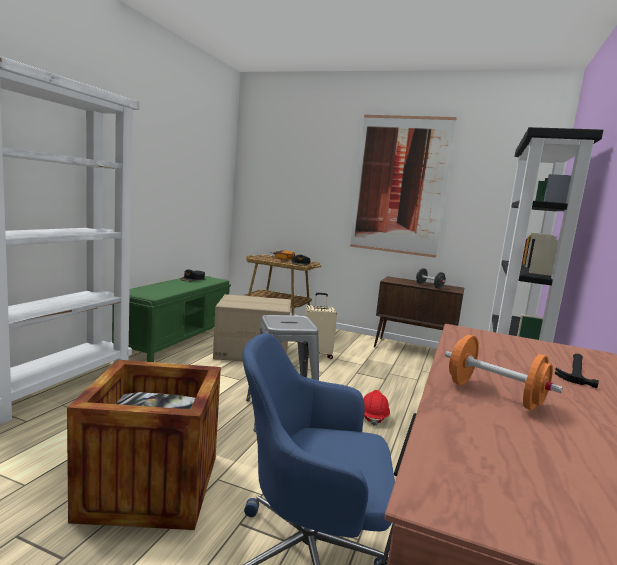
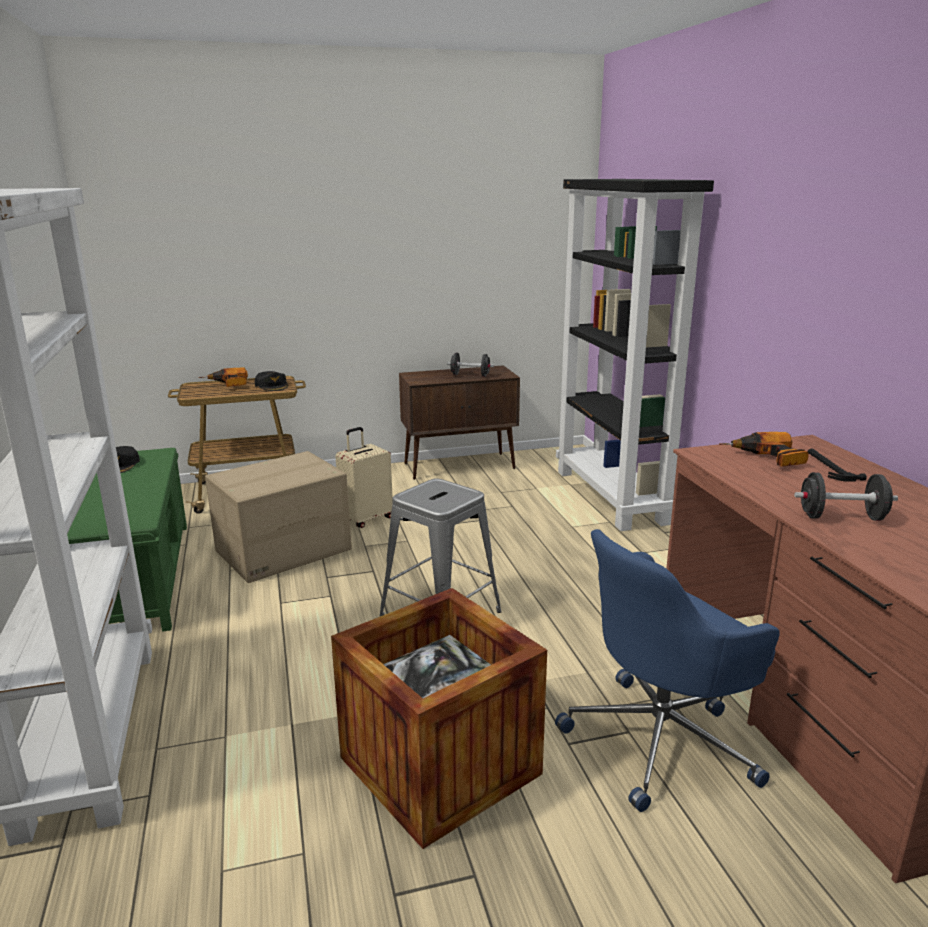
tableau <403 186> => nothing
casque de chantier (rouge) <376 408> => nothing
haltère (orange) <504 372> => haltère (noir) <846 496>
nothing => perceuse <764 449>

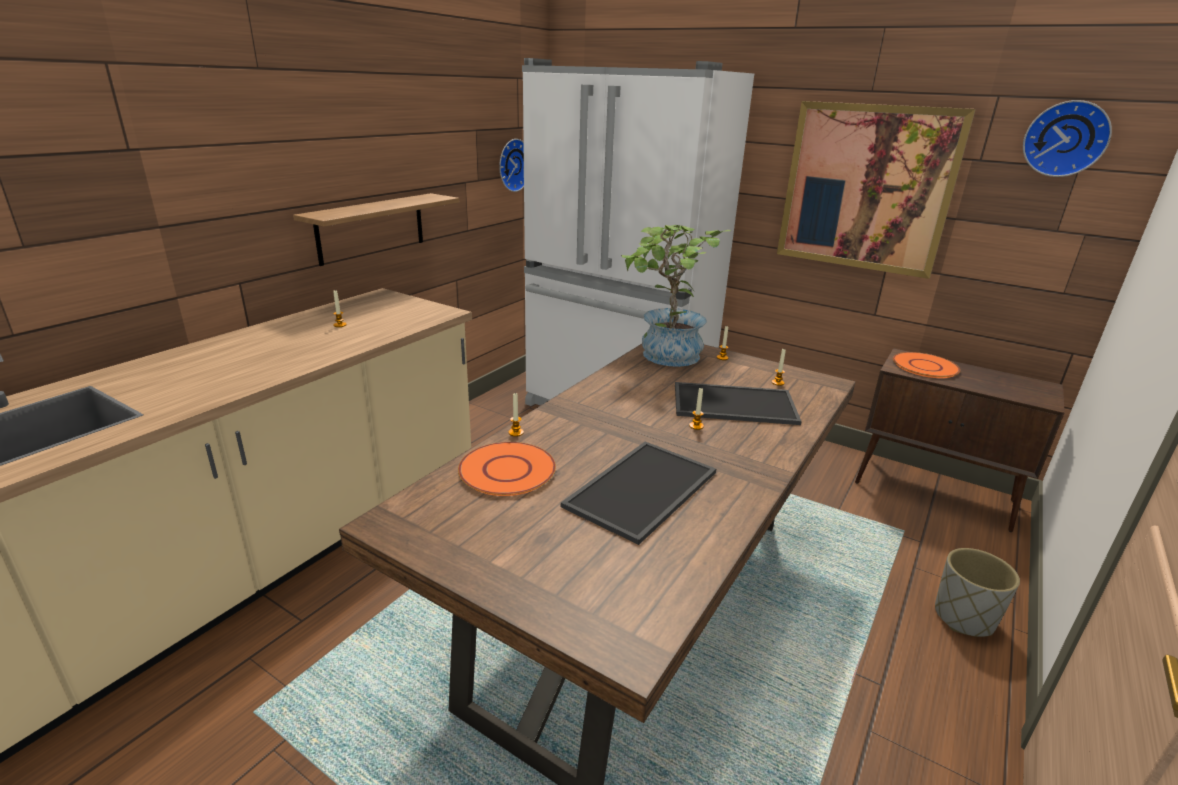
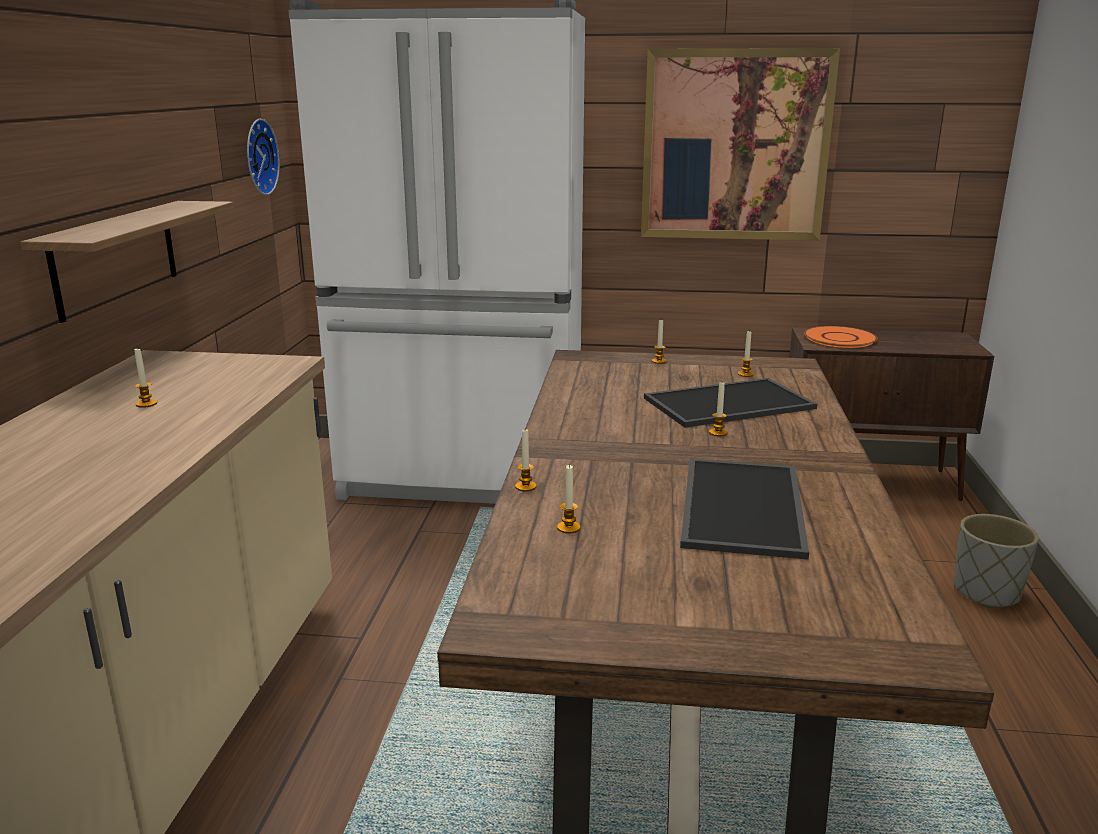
assiette (orange) <507 469> => bougie <569 499>
plante en pot <676 296> => nothing
horloge murale <1067 138> => nothing

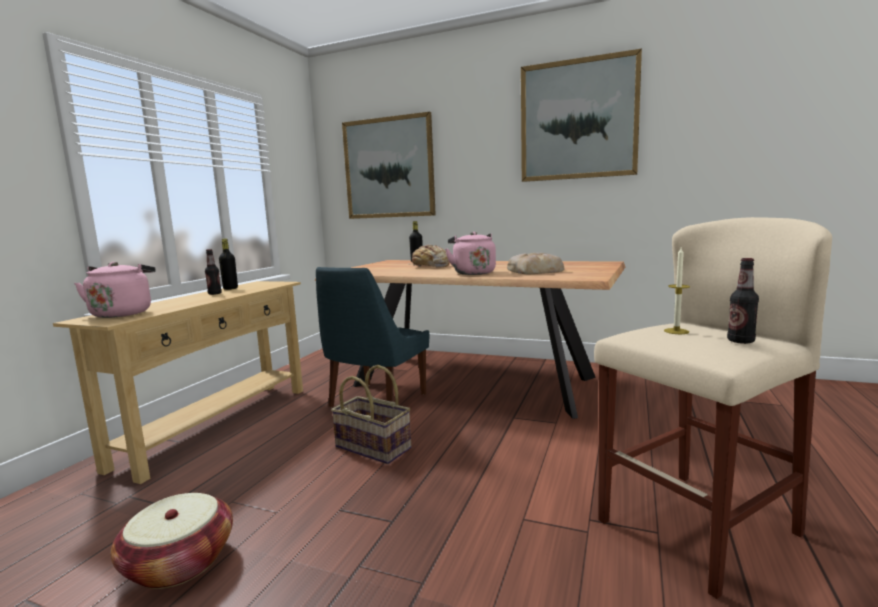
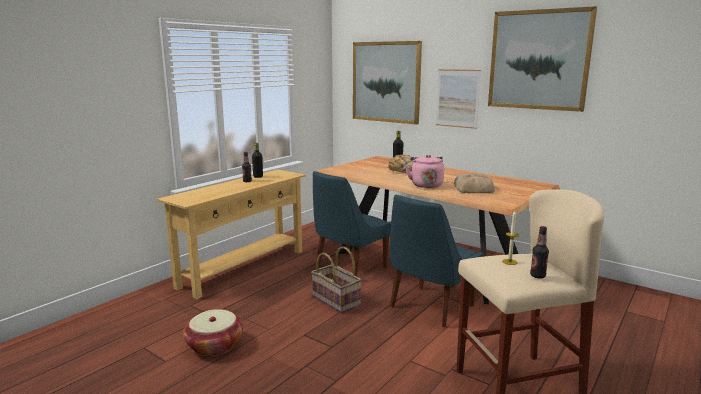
bouilloire (rose) <115 290> => nothing
nothing => chaise (bleu) <437 261>
nothing => tableau <458 99>

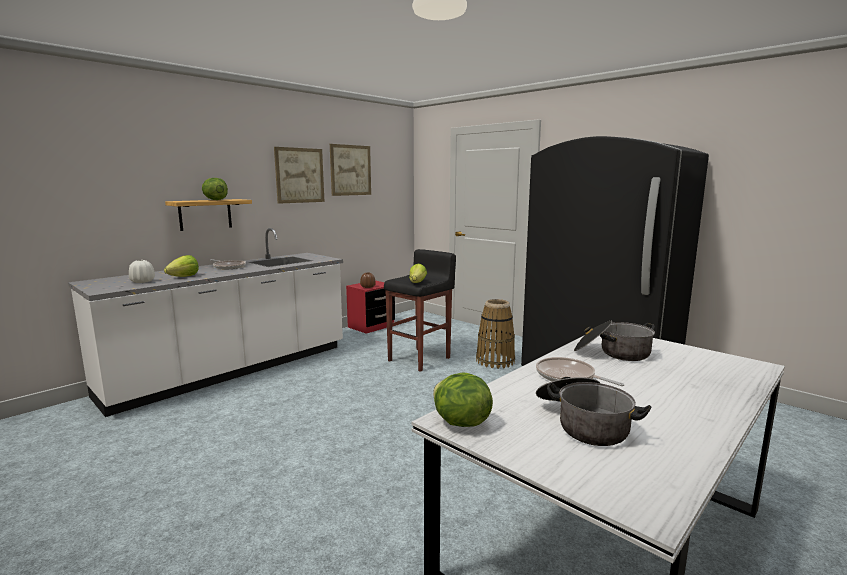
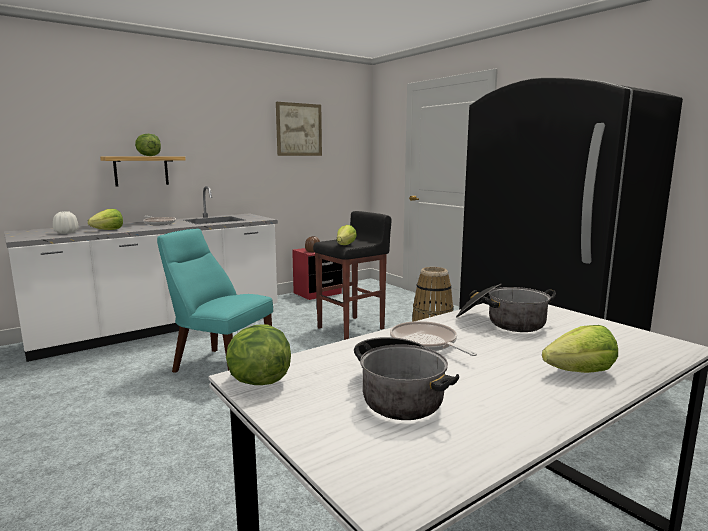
tableau <299 175> => nothing
nothing => chaise (turquoise) <215 301>
nothing => laitue <580 349>

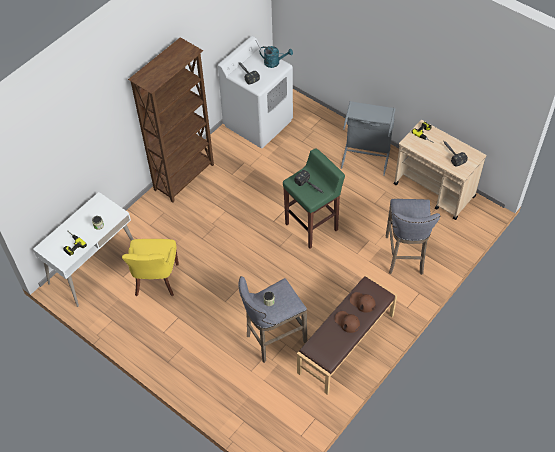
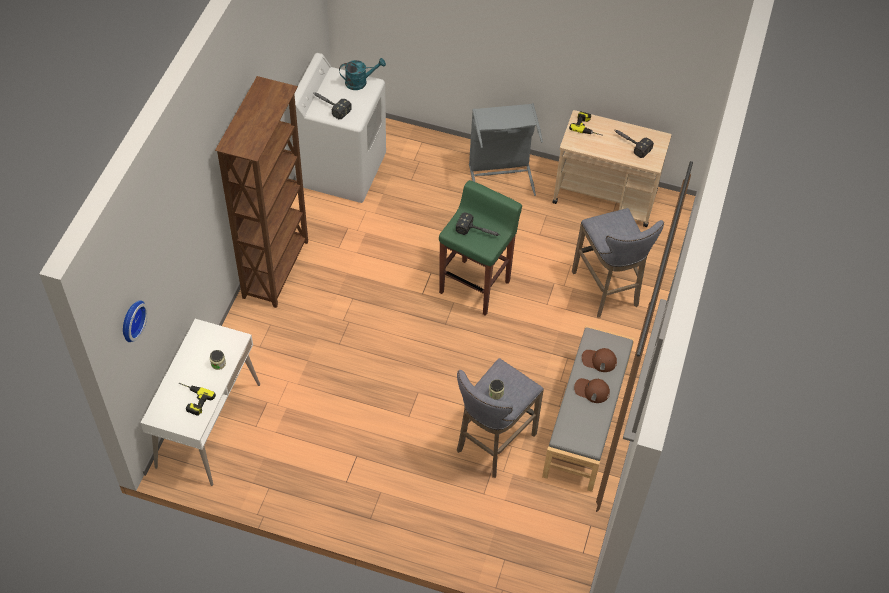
chaise (jaune) <150 267> => nothing
banc (marron) <347 335> => banc (gris) <588 408>
nothing => horloge murale <135 321>

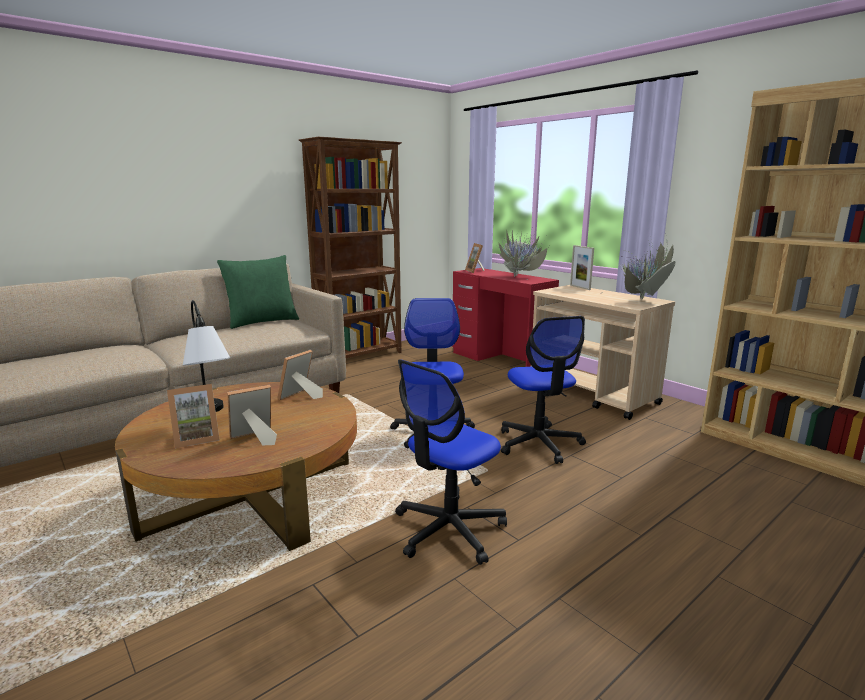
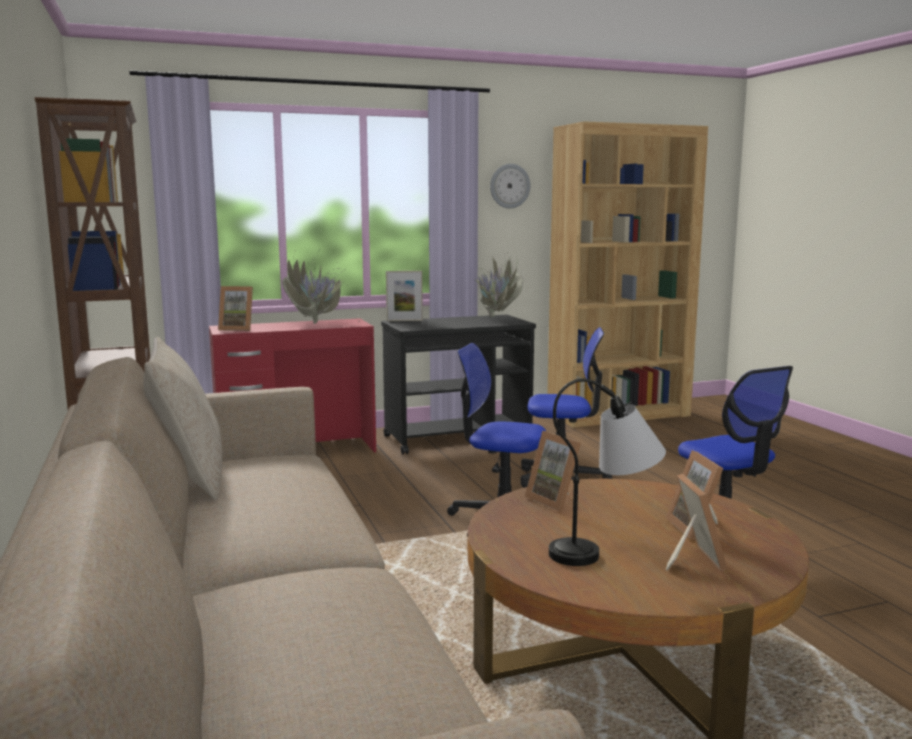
coussin (vert) <258 292> => coussin (beige) <182 418>
chariot (beige) <604 352> => chariot (noir) <458 384>
nothing => horloge murale <510 186>

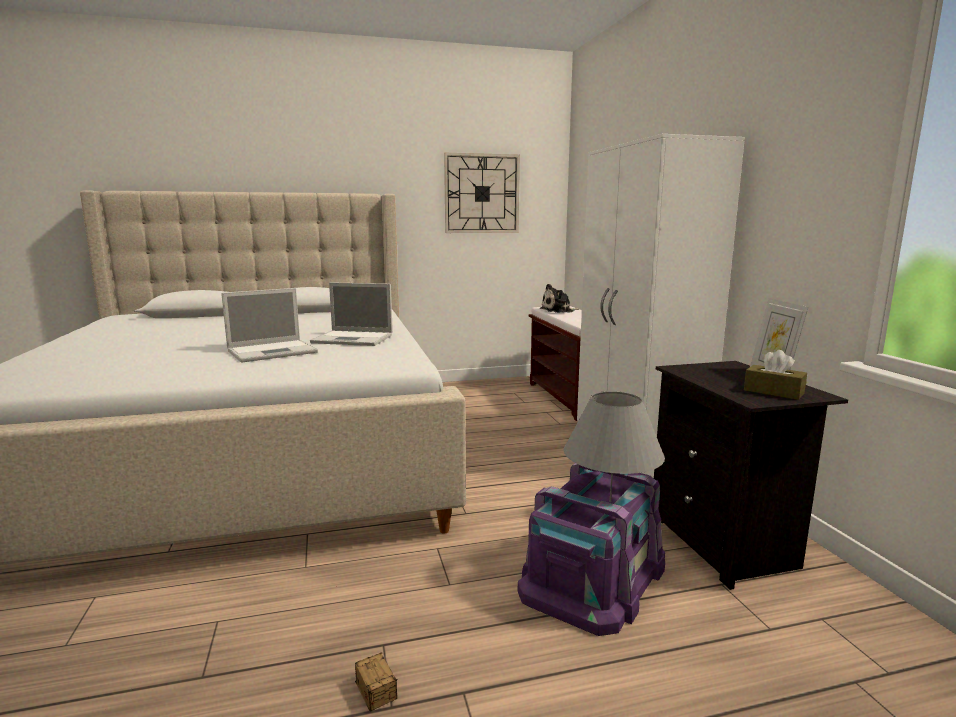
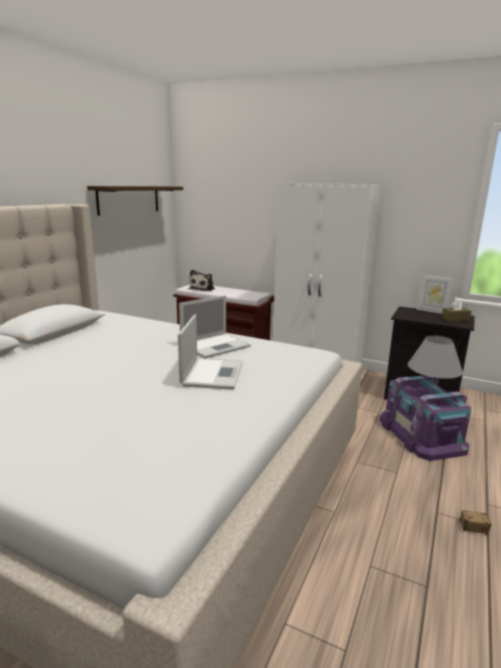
horloge murale <482 193> => étagère <135 201>

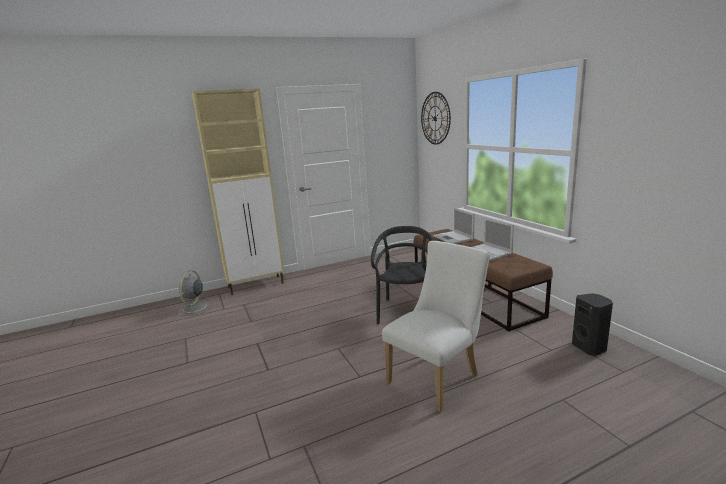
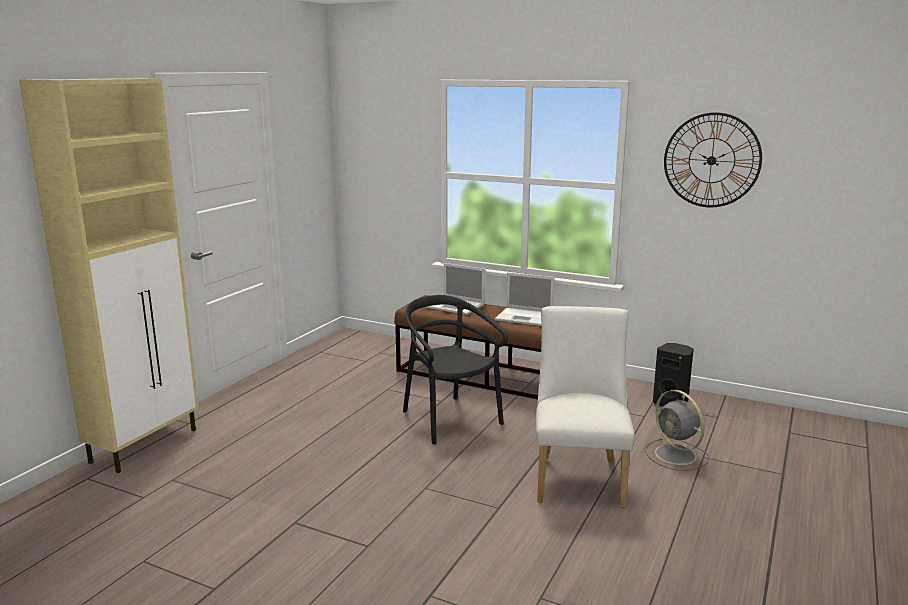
ventilateur (gris) <193 293> => ventilateur (gris) <677 430>, moved
horloge murale <436 118> => horloge murale <713 159>, moved

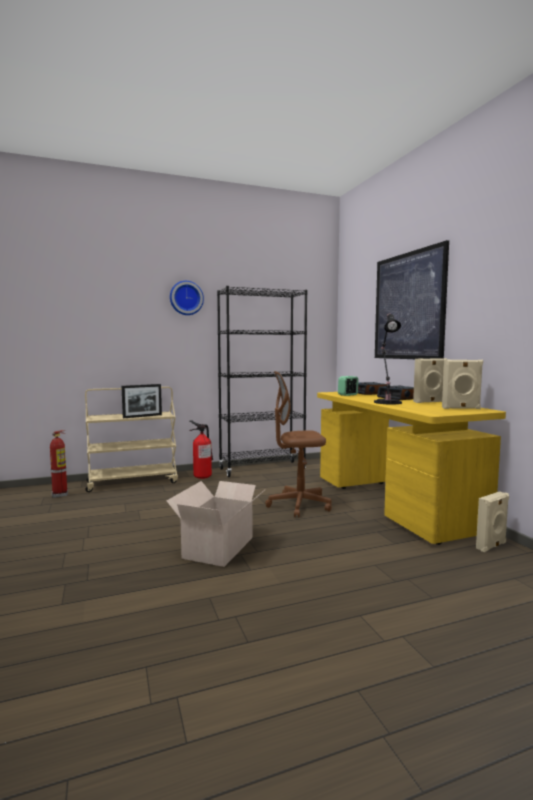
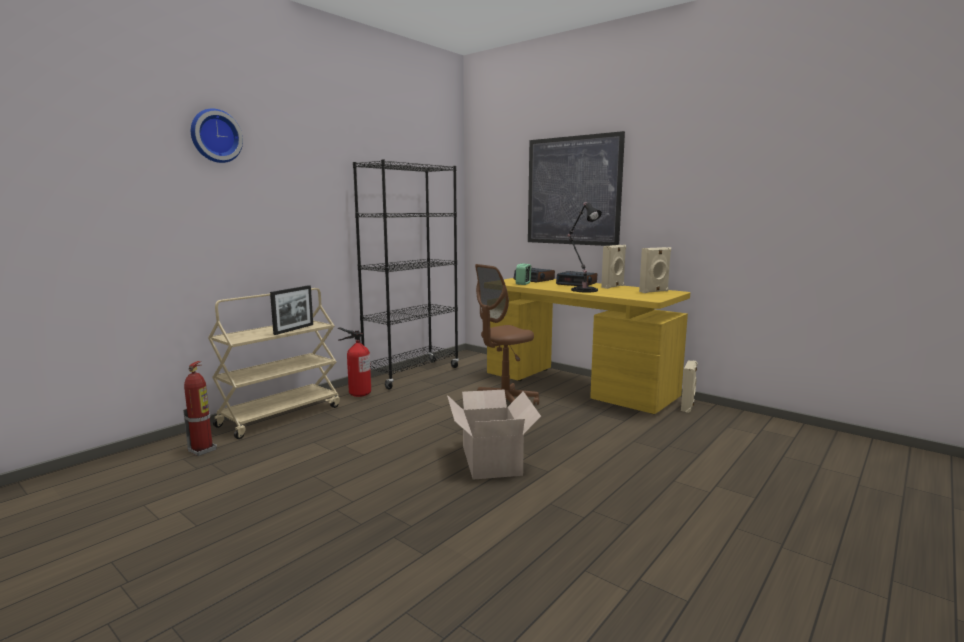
horloge murale <187 298> => horloge murale <217 136>, moved

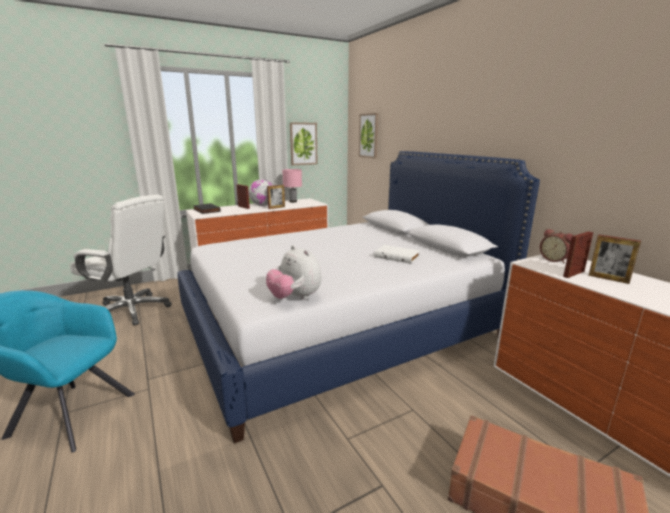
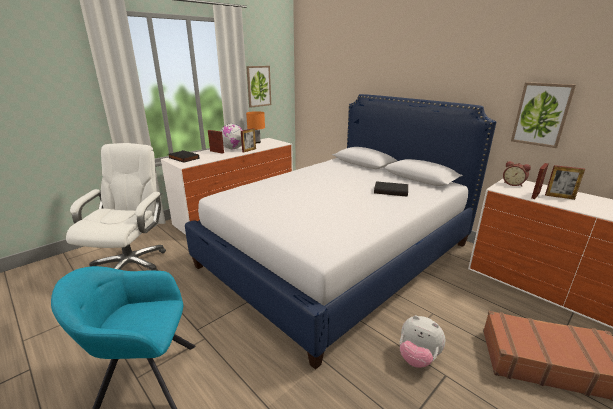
chaise de bureau (blanc) <121 260> => chaise de bureau (blanc) <116 207>, 90 degrees counterclockwise
peluche <294 272> => peluche <422 341>, moved
lampe de table (rose) <292 185> => lampe de table (orange) <255 127>
tableau <368 135> => tableau <543 115>, moved
livre (blanc) <397 254> => livre (noir) <391 189>

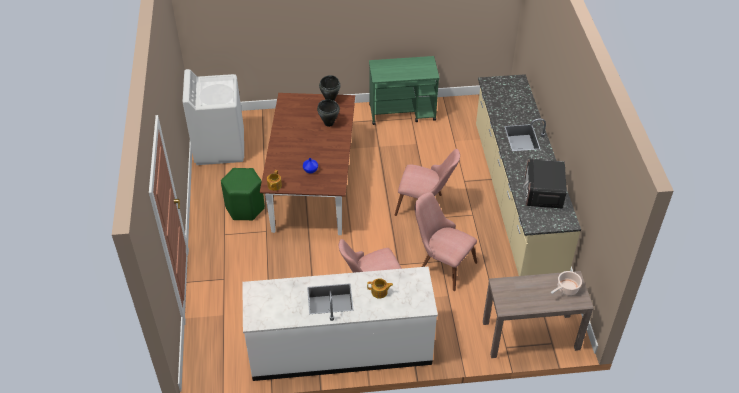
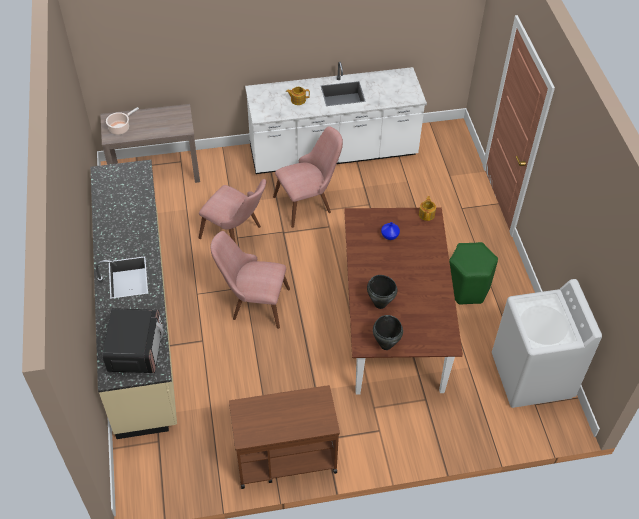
chariot (vert) <404 90> => chariot (marron) <284 437>
micro-ondes <545 184> => micro-ondes <133 340>, moved

